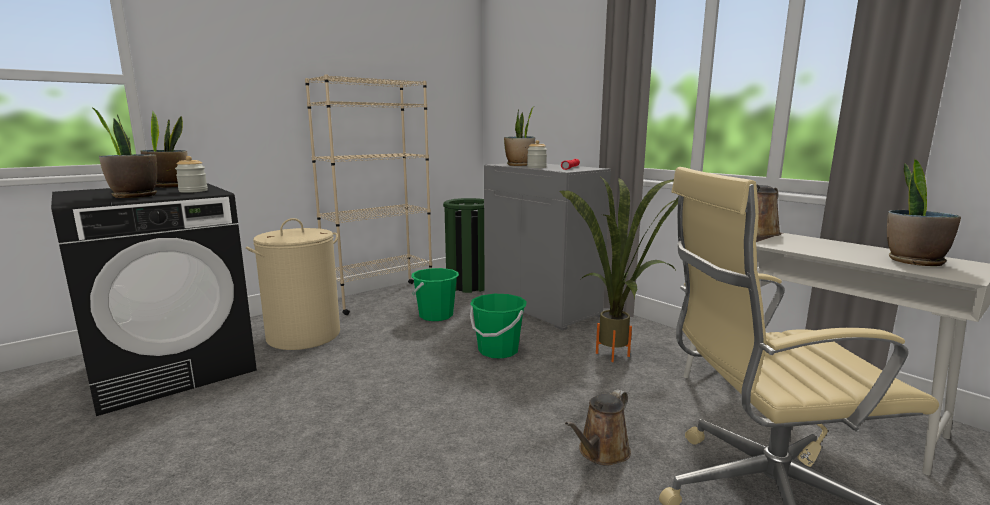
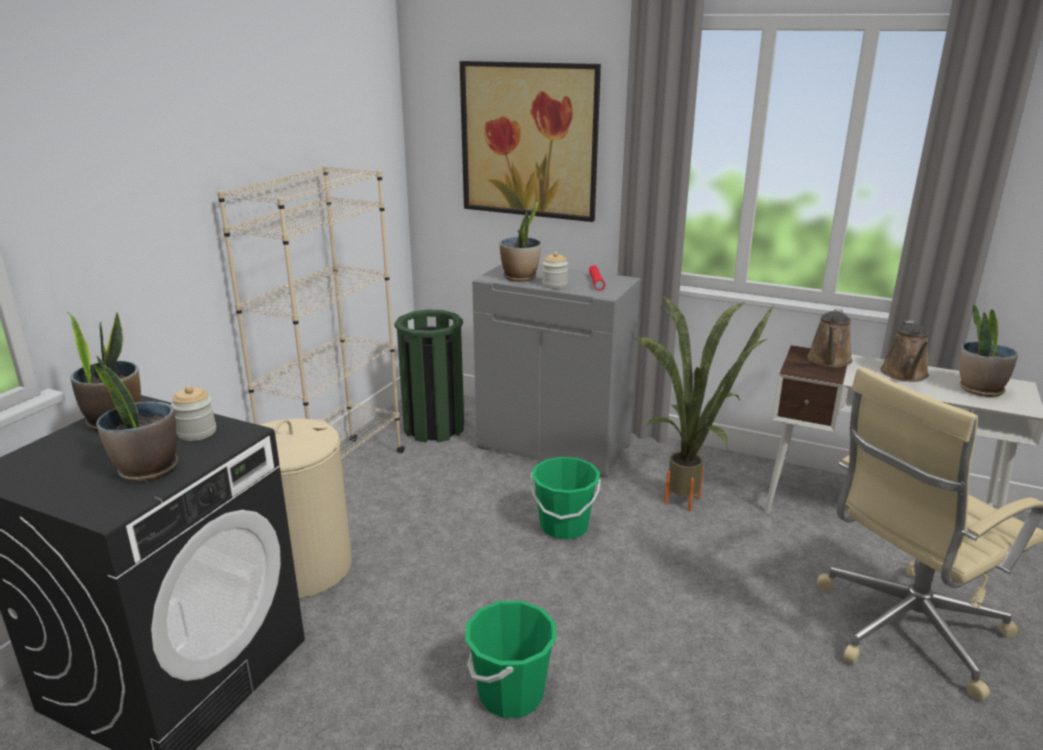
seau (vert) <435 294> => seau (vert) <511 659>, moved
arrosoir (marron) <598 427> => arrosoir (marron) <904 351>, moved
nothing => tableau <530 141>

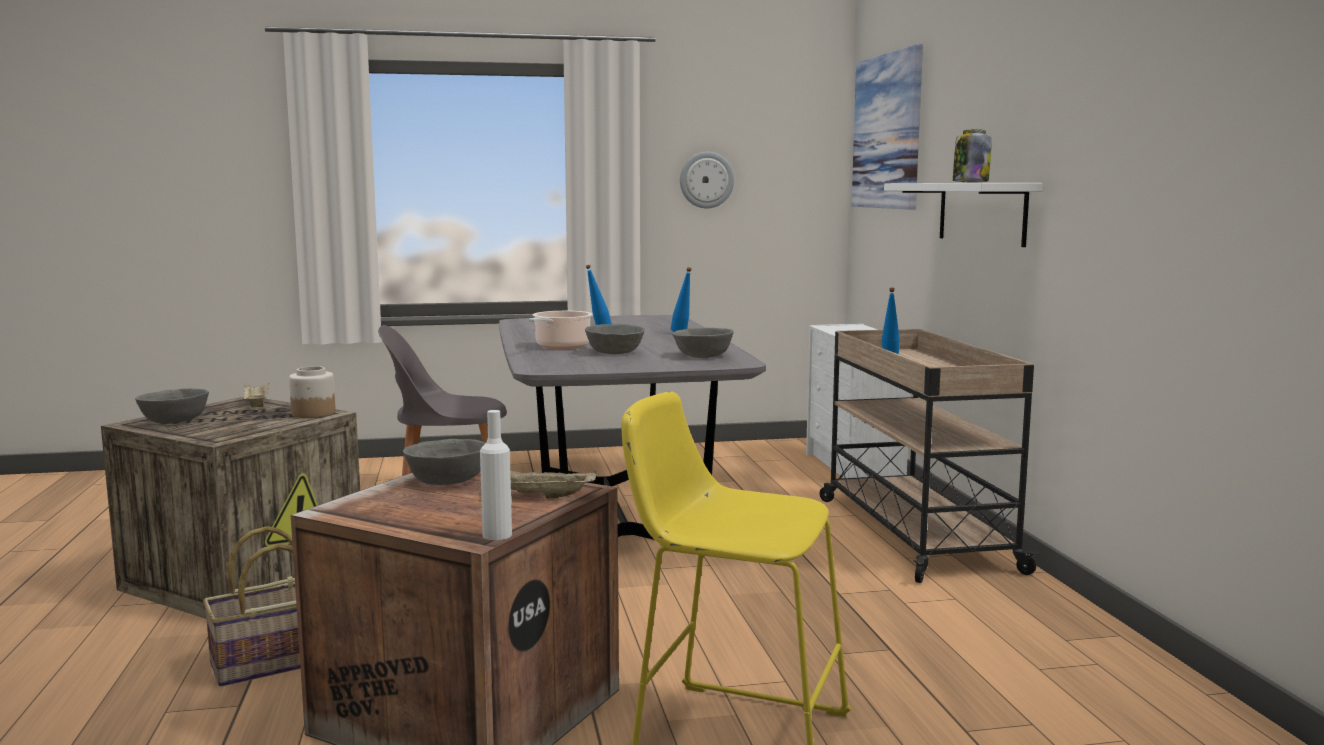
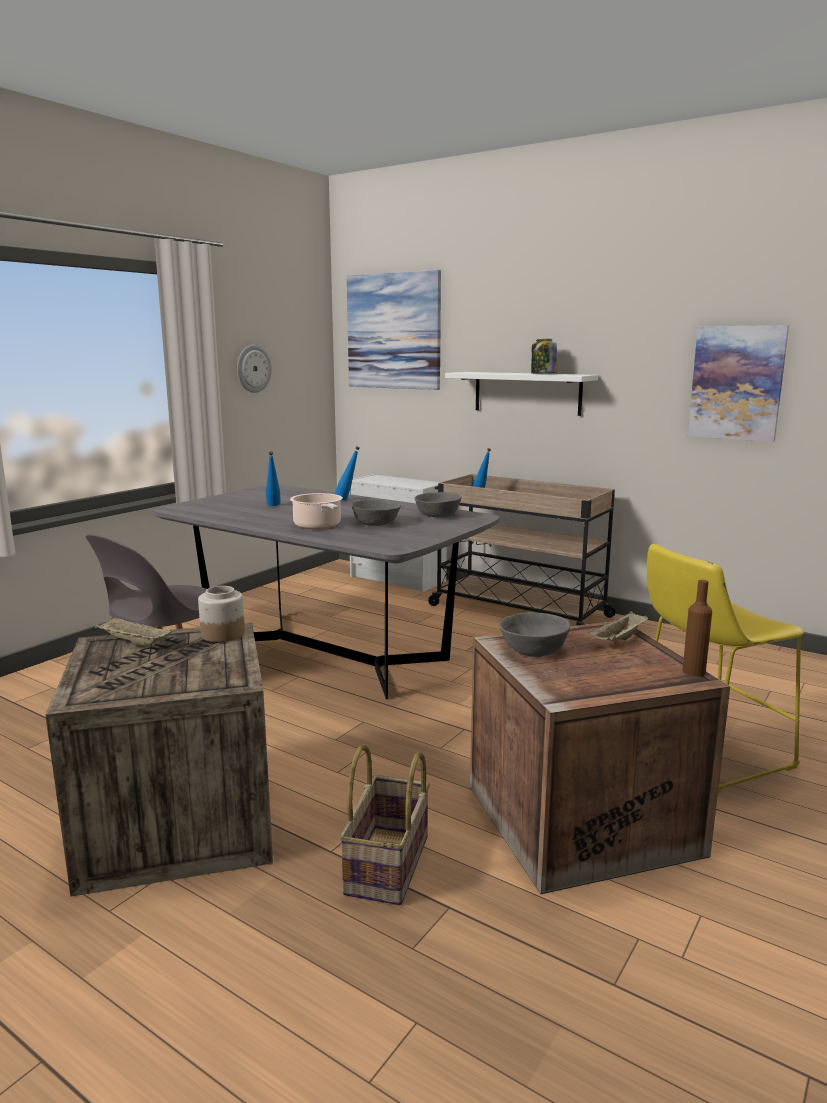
bol (gris) <172 406> => nothing
bouteille (blanc) <496 475> => bouteille (marron) <697 628>
nothing => tableau <738 383>

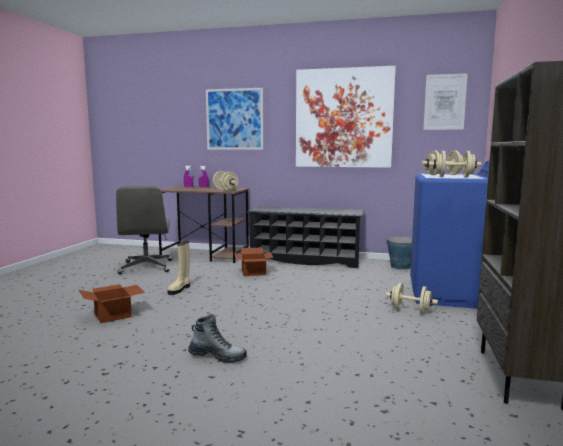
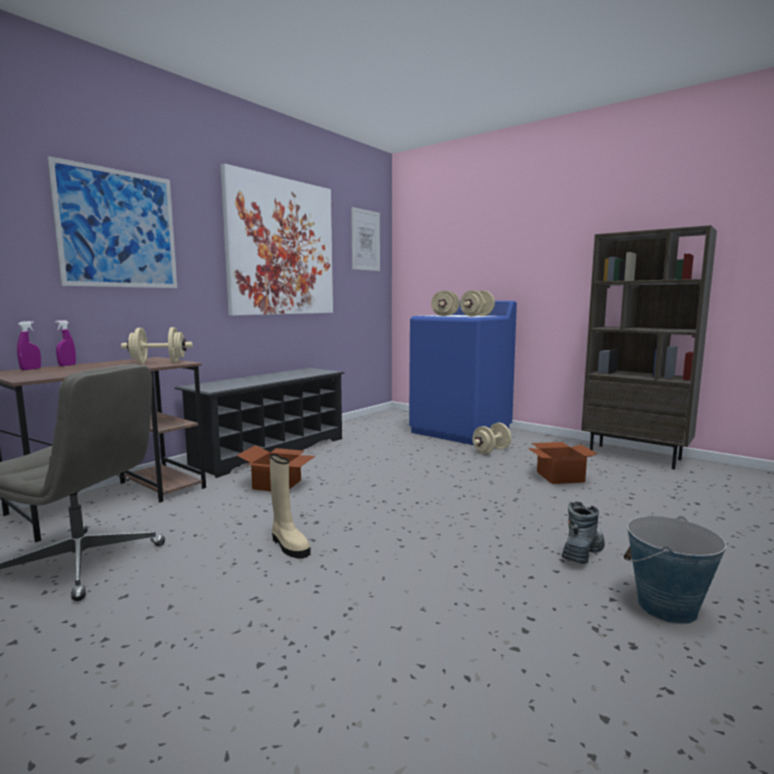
carton <112 303> => carton <563 463>, moved
seau <399 253> => seau <675 570>, moved

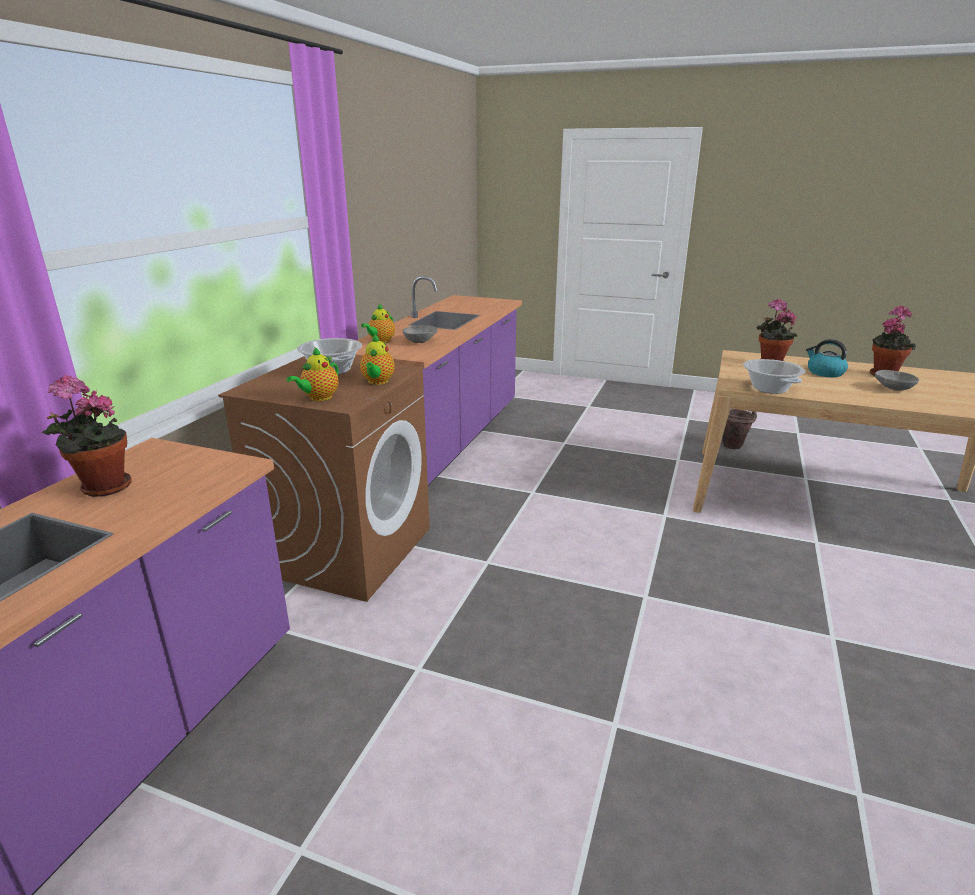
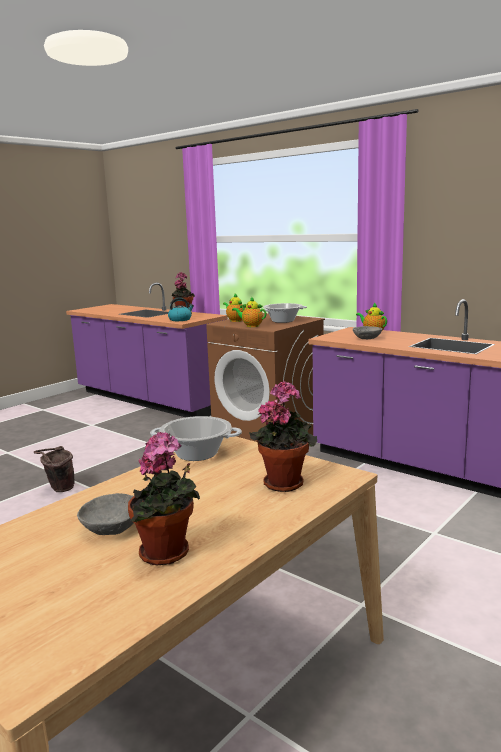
seau (marron) <739 429> => seau (marron) <54 469>, moved
bouilloire <827 358> => bouilloire <181 309>, moved

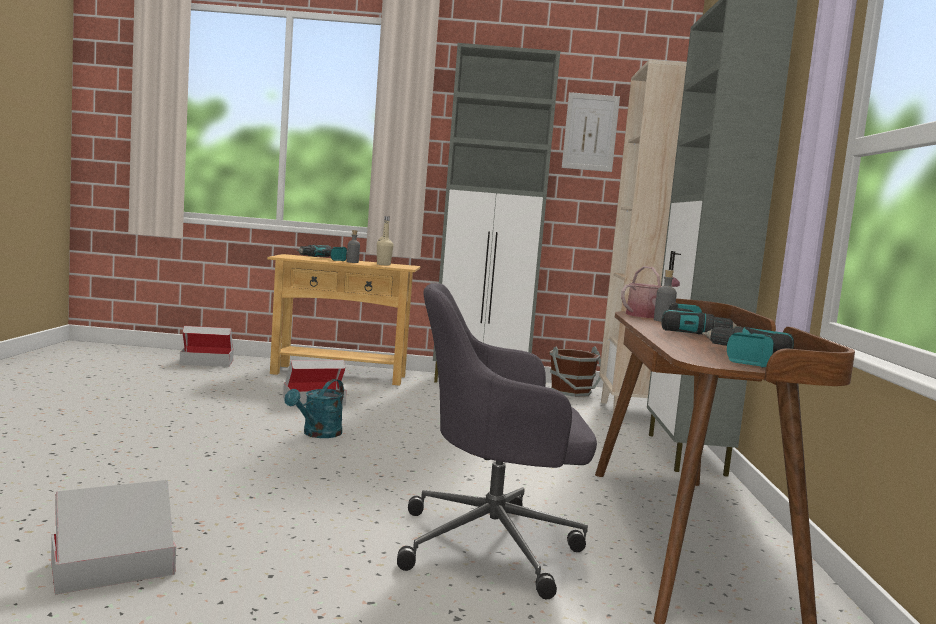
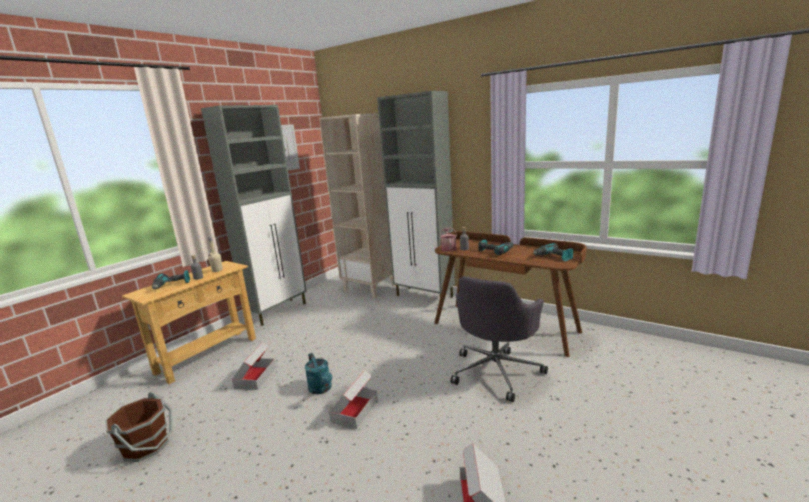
carton <206 346> => carton <353 399>, moved
seau (marron) <575 371> => seau (marron) <139 427>, moved

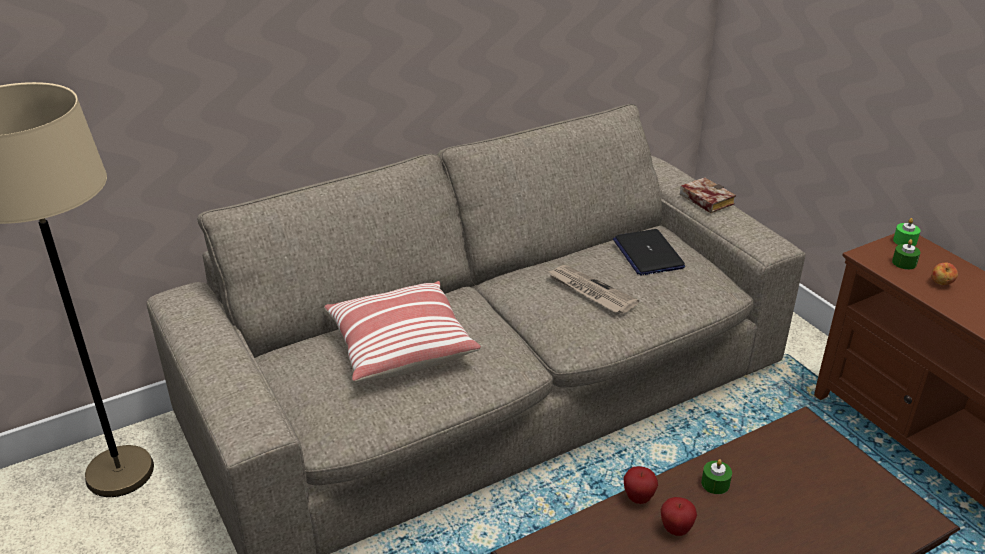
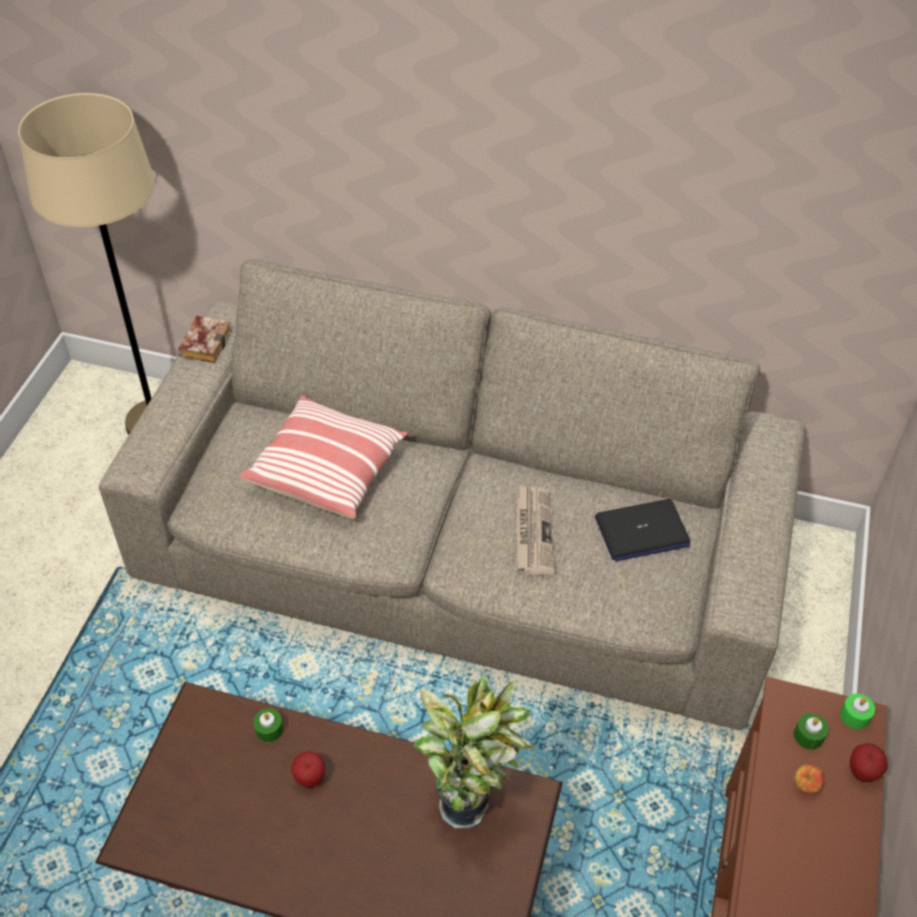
ordinateur portable <649 252> => ordinateur portable <642 530>, 135 degrees counterclockwise
pomme <640 485> => pomme <869 762>, moved
livre <708 195> => livre <205 339>, moved
bougie (vert) <716 476> => bougie (vert) <268 725>, moved
nothing => plante en pot <475 751>

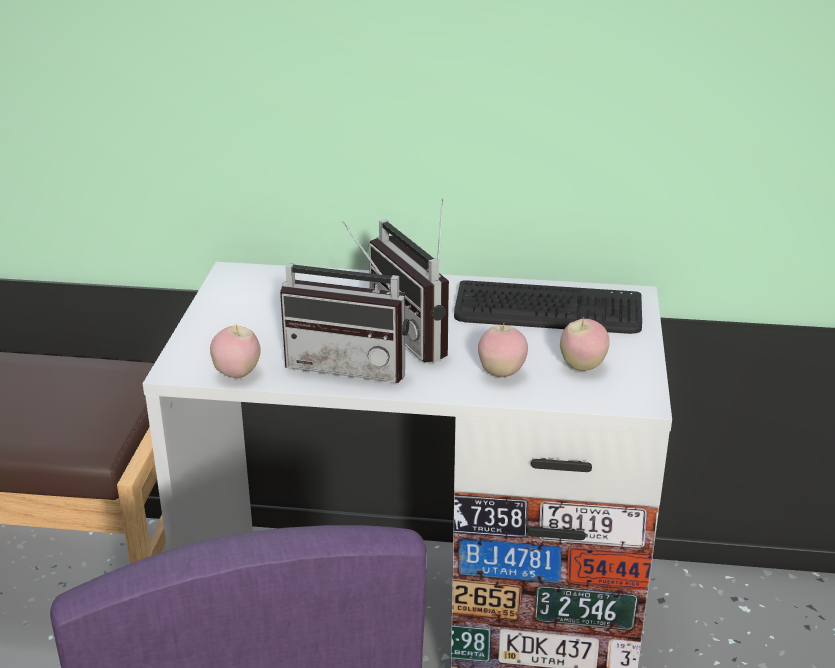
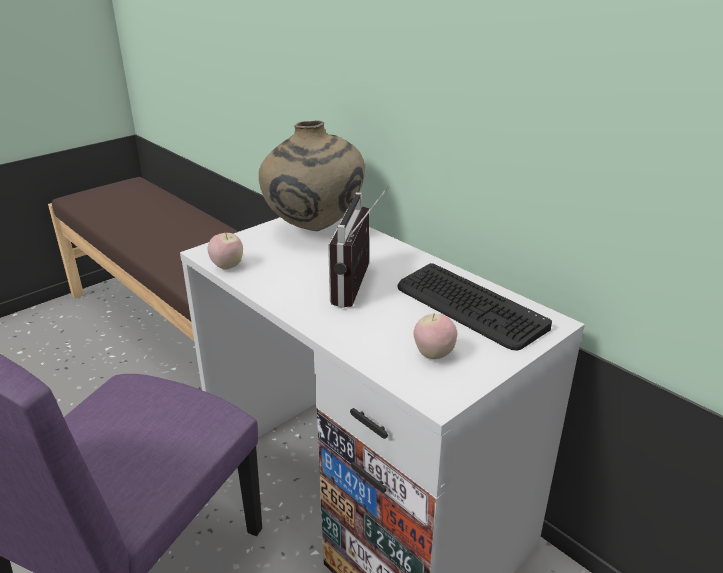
radio <344 302> => nothing
pomme <503 350> => nothing
nothing => vase (beige) <312 175>

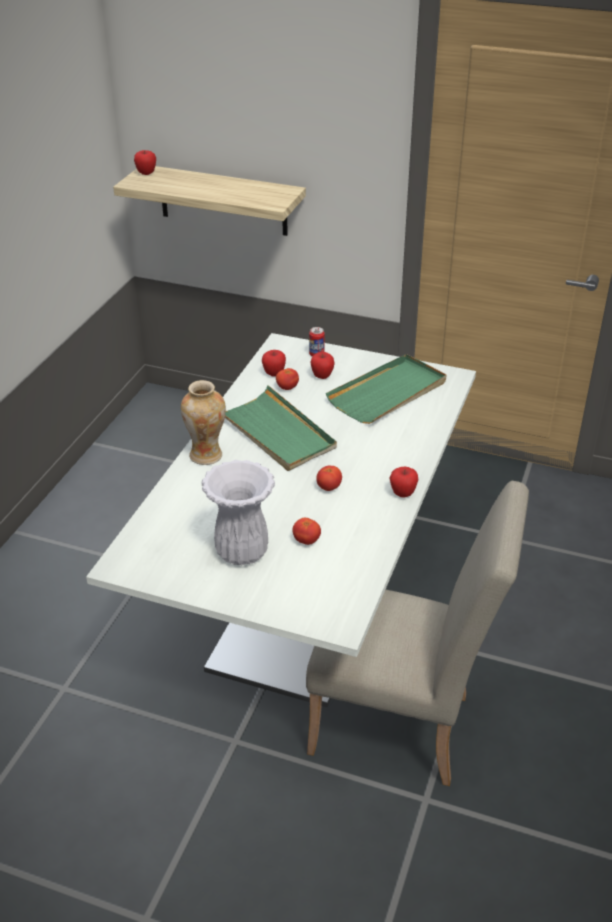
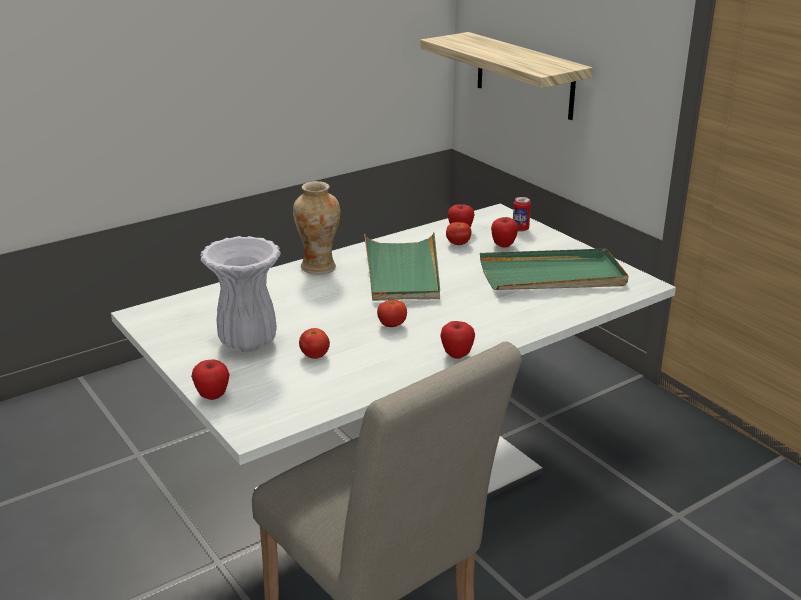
pomme <145 162> => pomme <210 380>, moved

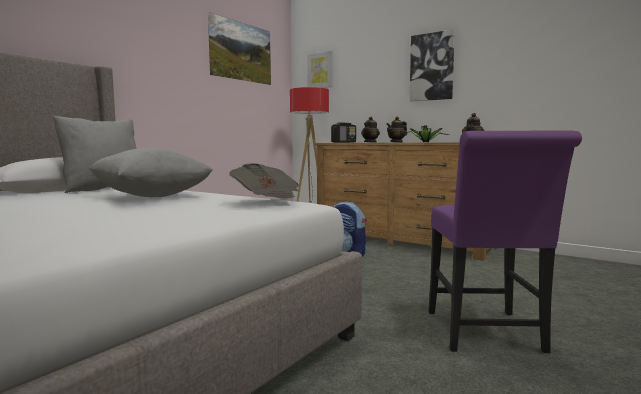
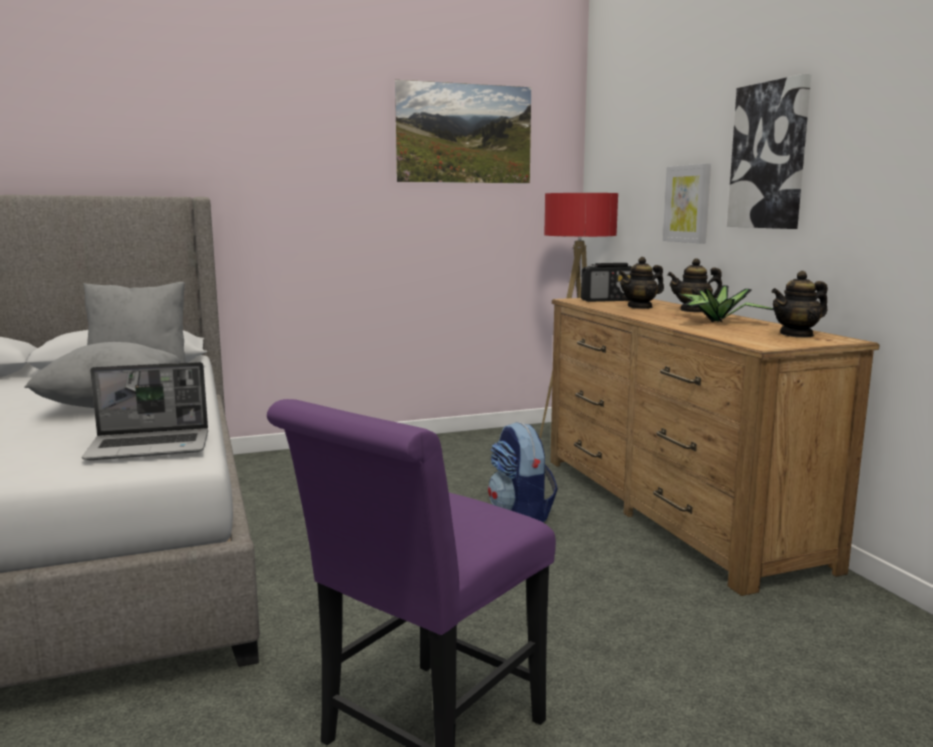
journal <264 180> => ordinateur portable <145 411>
tableau <320 69> => tableau <687 203>, moved

